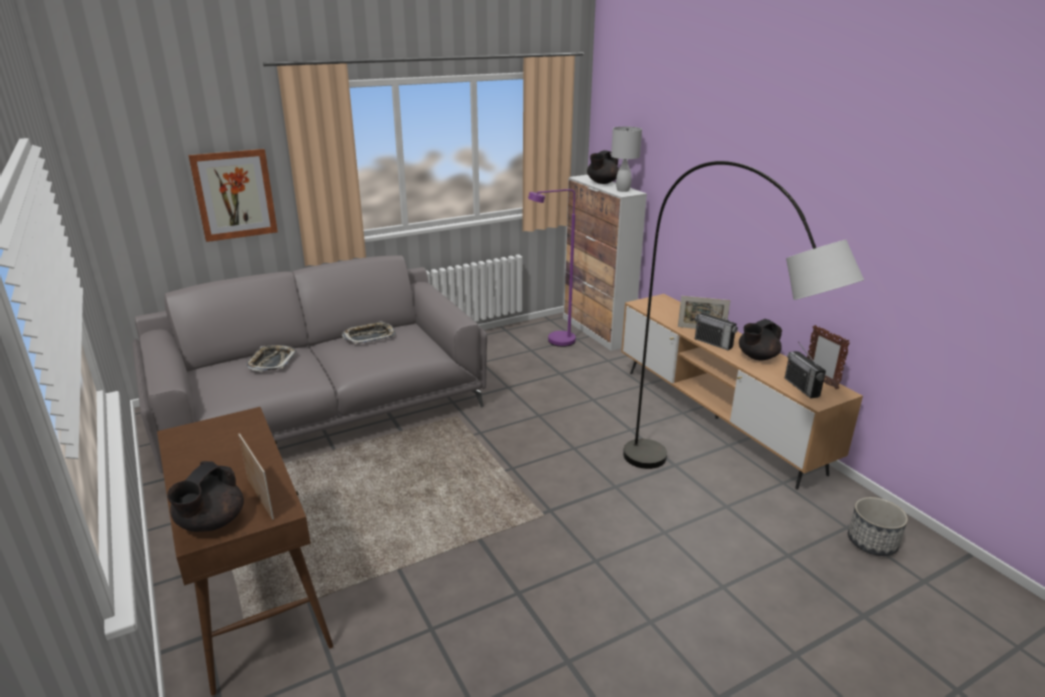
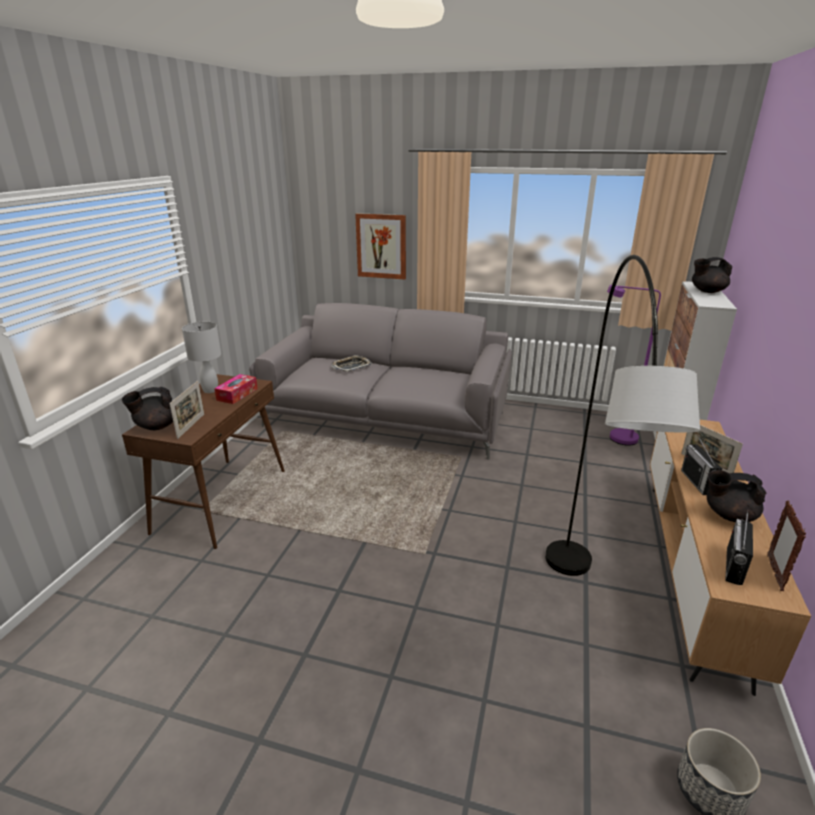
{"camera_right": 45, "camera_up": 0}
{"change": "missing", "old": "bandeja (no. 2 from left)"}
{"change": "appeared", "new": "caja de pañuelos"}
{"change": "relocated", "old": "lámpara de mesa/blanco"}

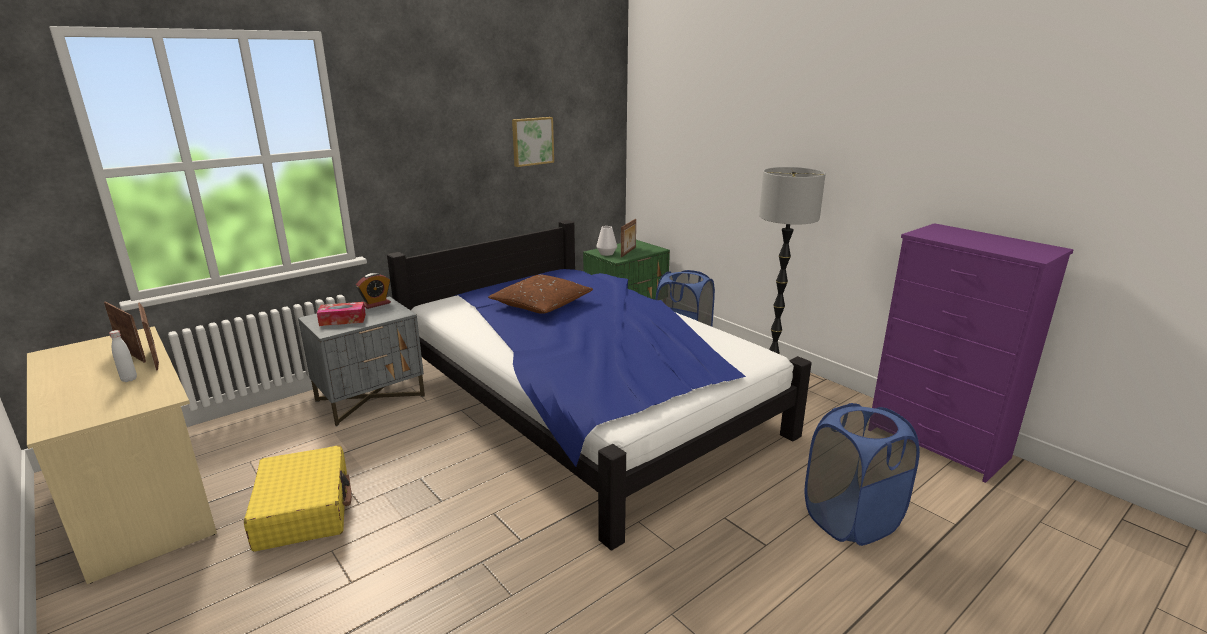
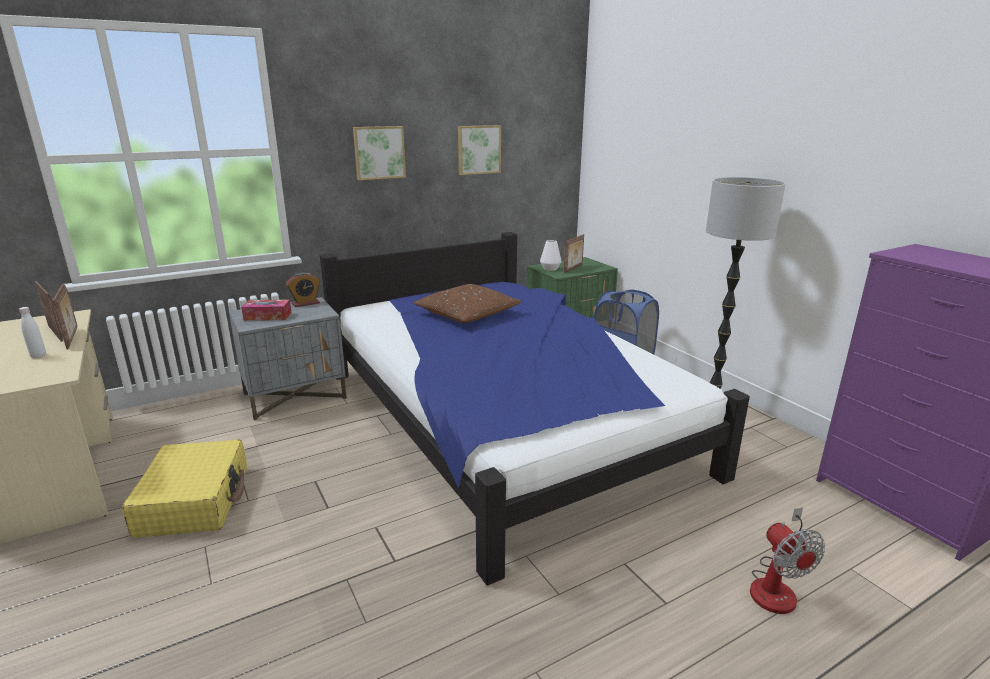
{"camera_right": 10, "camera_up": 0}
{"change": "appeared", "new": "cuadro (no. 1 from left)"}
{"change": "exchanged", "old": "cesto de la ropa/azul (no. 2 from left)", "new": "ventilador"}

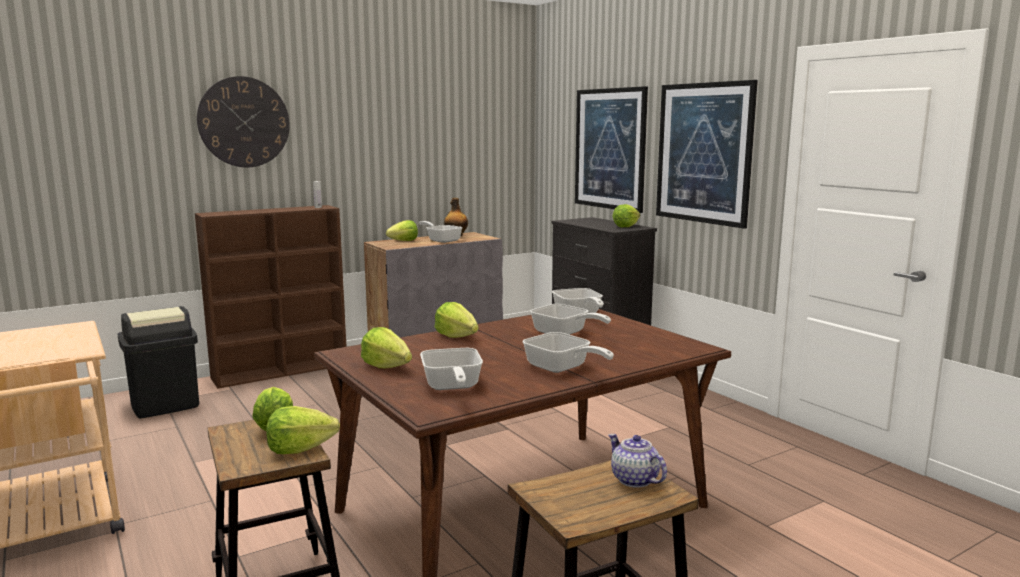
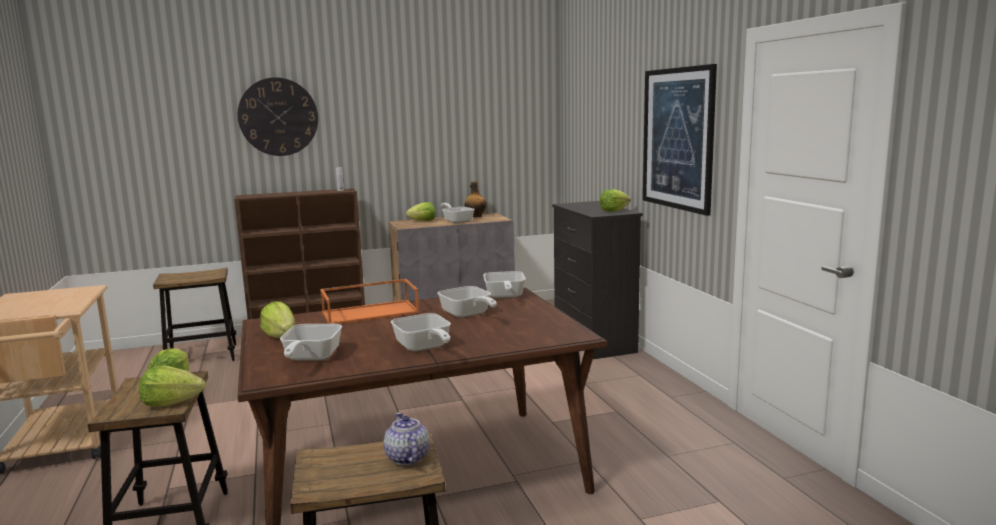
{"camera_right": 15, "camera_up": 0}
{"change": "missing", "old": "cuadro (no. 1 from left)"}
{"change": "exchanged", "old": "papelera/negro", "new": "taburete (no. 2 from left)"}
{"change": "exchanged", "old": "lechuga (no. 5 from left)", "new": "bandeja/naranja"}

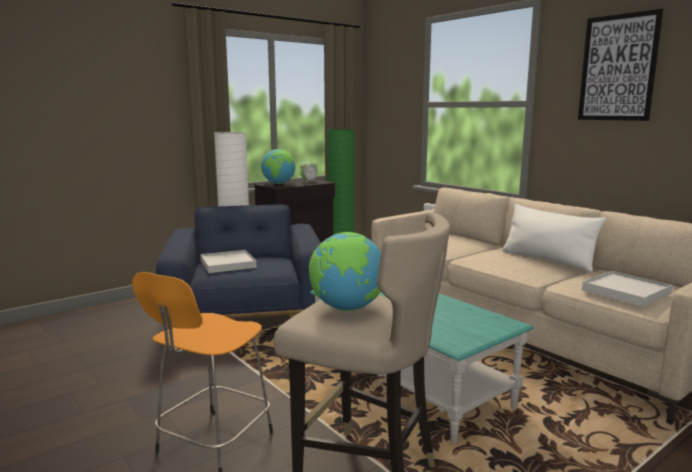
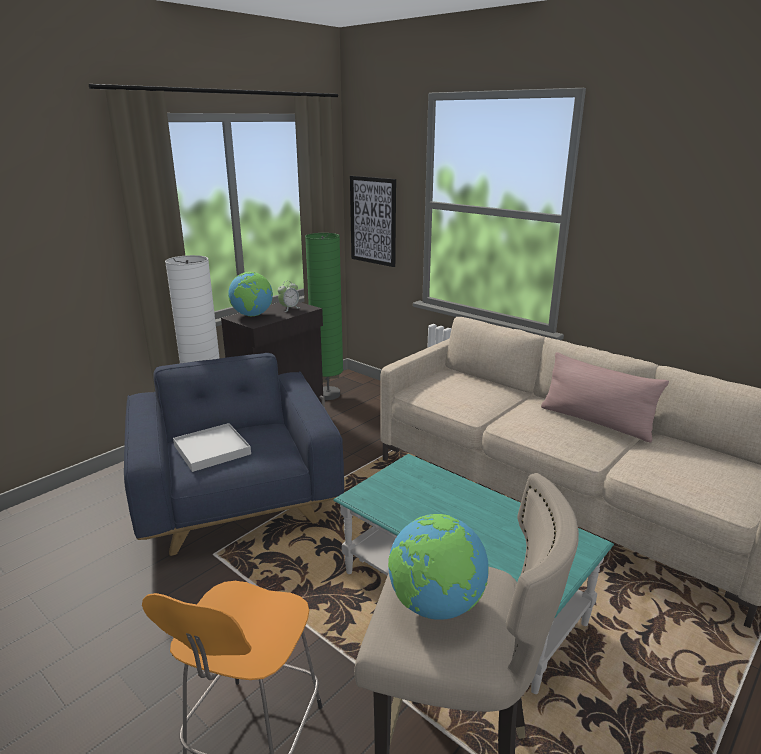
{"camera_right": -10, "camera_up": 10}
{"change": "missing", "old": "bandeja/blanco (no. 2 from left)"}
{"change": "relocated", "old": "cuadro"}
{"change": "colour", "old": "cojín/blanco", "new": "cojín/rosa"}

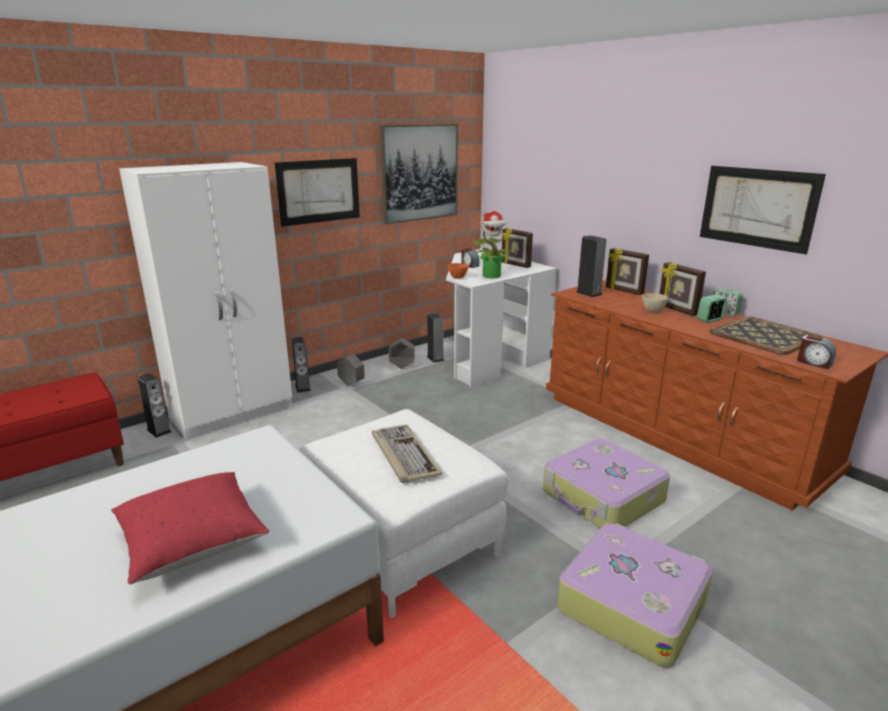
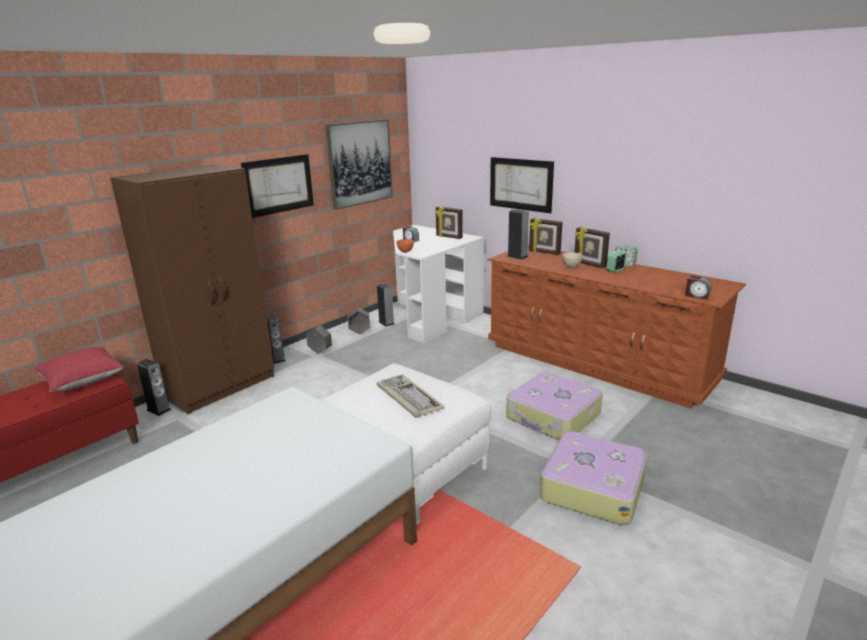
{"camera_right": -10, "camera_up": 0}
{"change": "missing", "old": "planta en maceta"}
{"change": "missing", "old": "bandeja"}
{"change": "relocated", "old": "cojín/rojo"}
{"change": "relocated", "old": "cuadro (no. 3 from left)"}
{"change": "colour", "old": "armario ropero/blanco", "new": "armario ropero/marrón"}

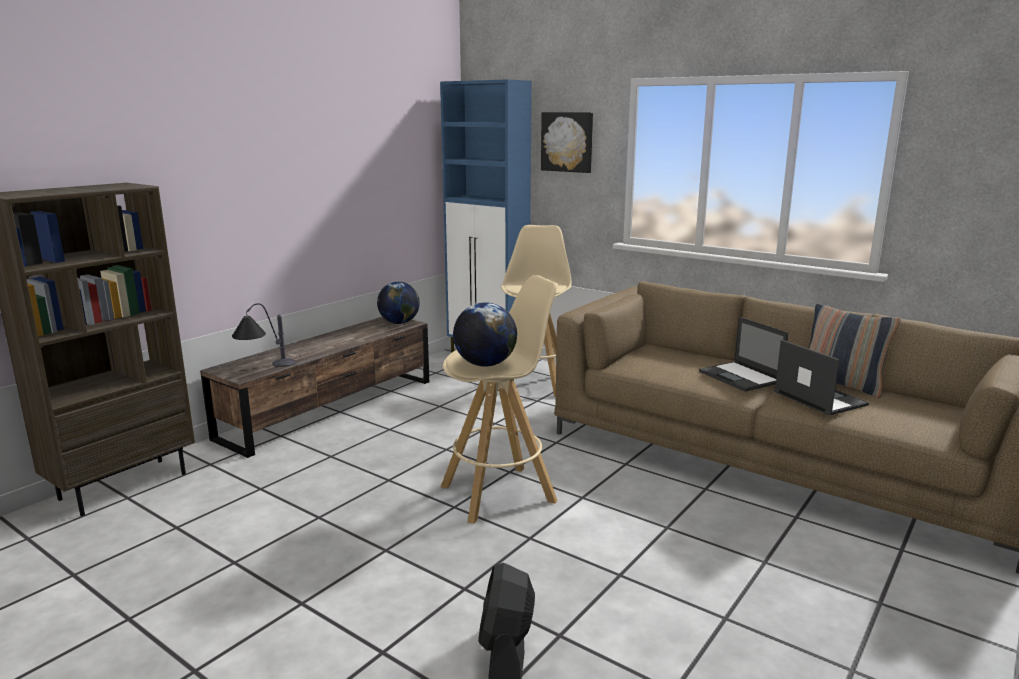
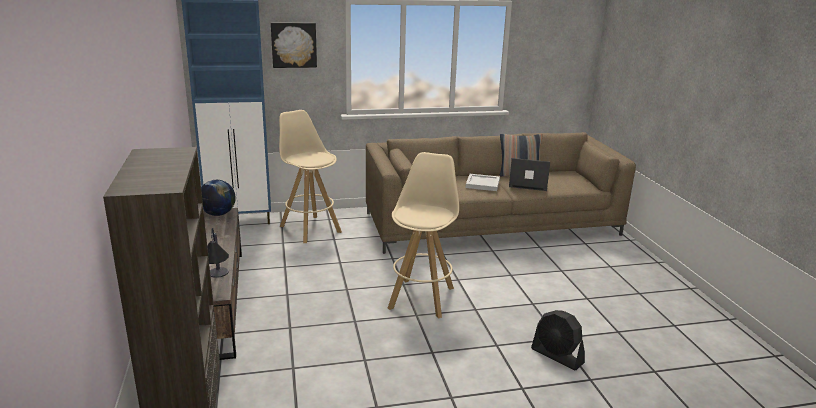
{"camera_right": -50, "camera_up": 5}
{"change": "missing", "old": "globo terráqueo (no. 2 from left)"}
{"change": "exchanged", "old": "portátil (no. 1 from left)", "new": "bandeja/blanco"}

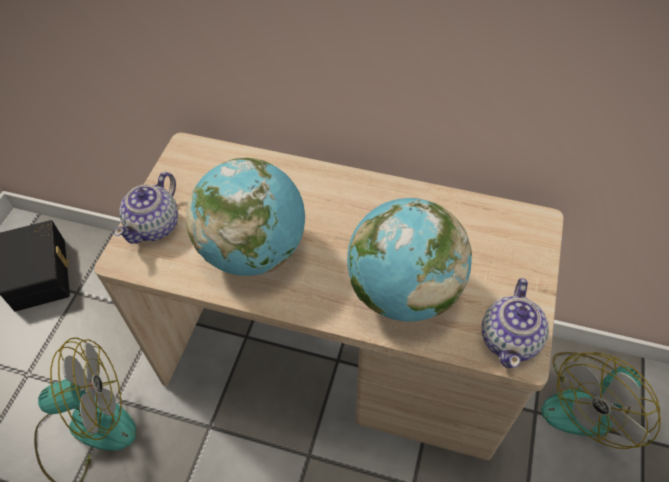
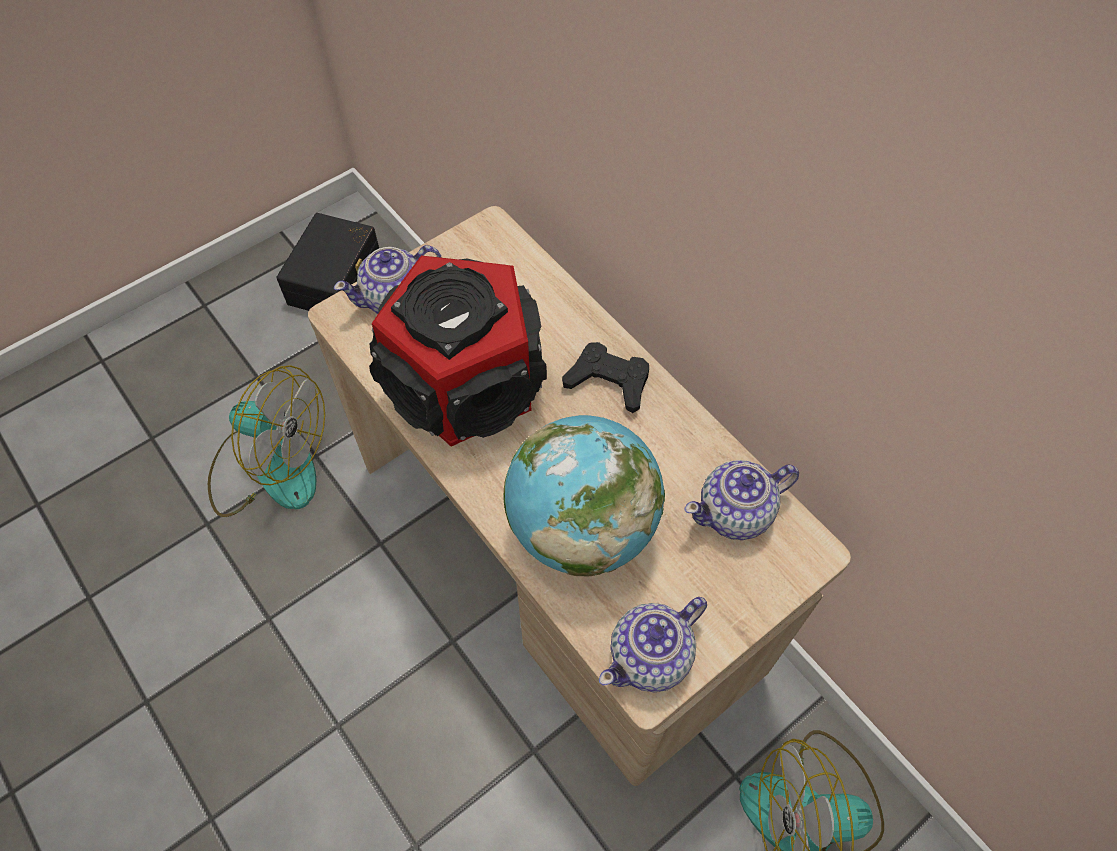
{"camera_right": 35, "camera_up": 5}
{"change": "appeared", "new": "mando de consola/negro"}
{"change": "appeared", "new": "tetera (no. 3 from left)"}
{"change": "exchanged", "old": "globo terráqueo (no. 1 from left)", "new": "altavoz"}

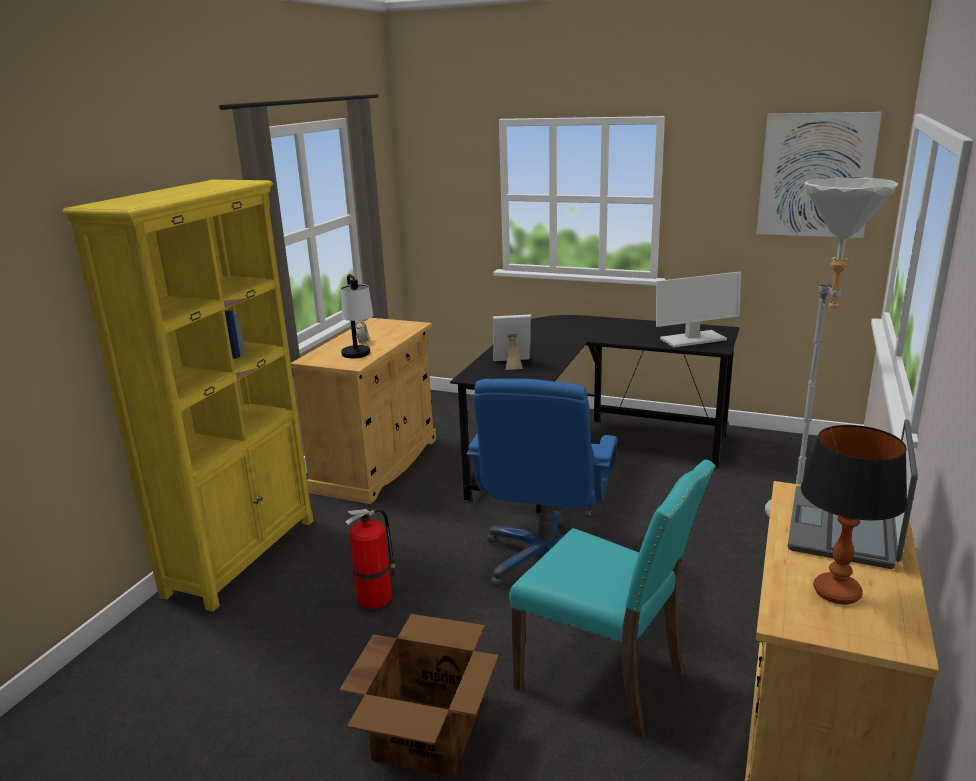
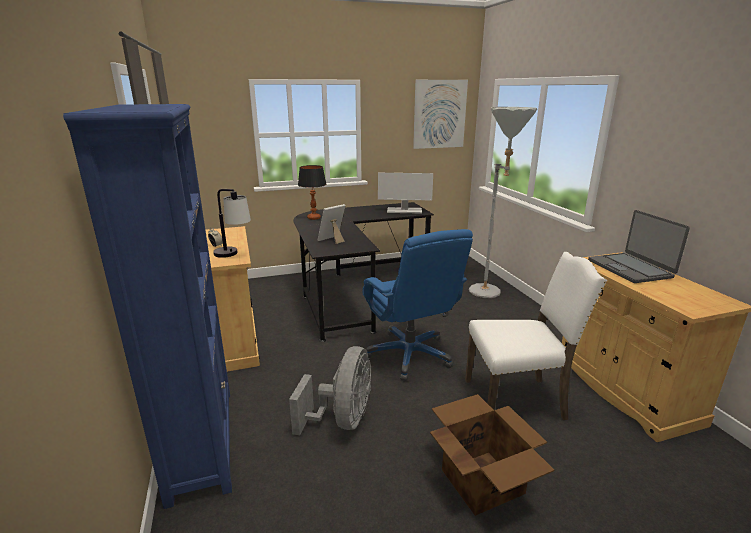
{"camera_right": -40, "camera_up": 0}
{"change": "relocated", "old": "lámpara de mesa (no. 2 from left)"}
{"change": "exchanged", "old": "extintor", "new": "ventilador/gris"}
{"change": "colour", "old": "estantería/amarillo", "new": "estantería/azul"}
{"change": "colour", "old": "silla/turquesa", "new": "silla/blanco"}
{"change": "spun", "old": "monitor", "degrees": 60}

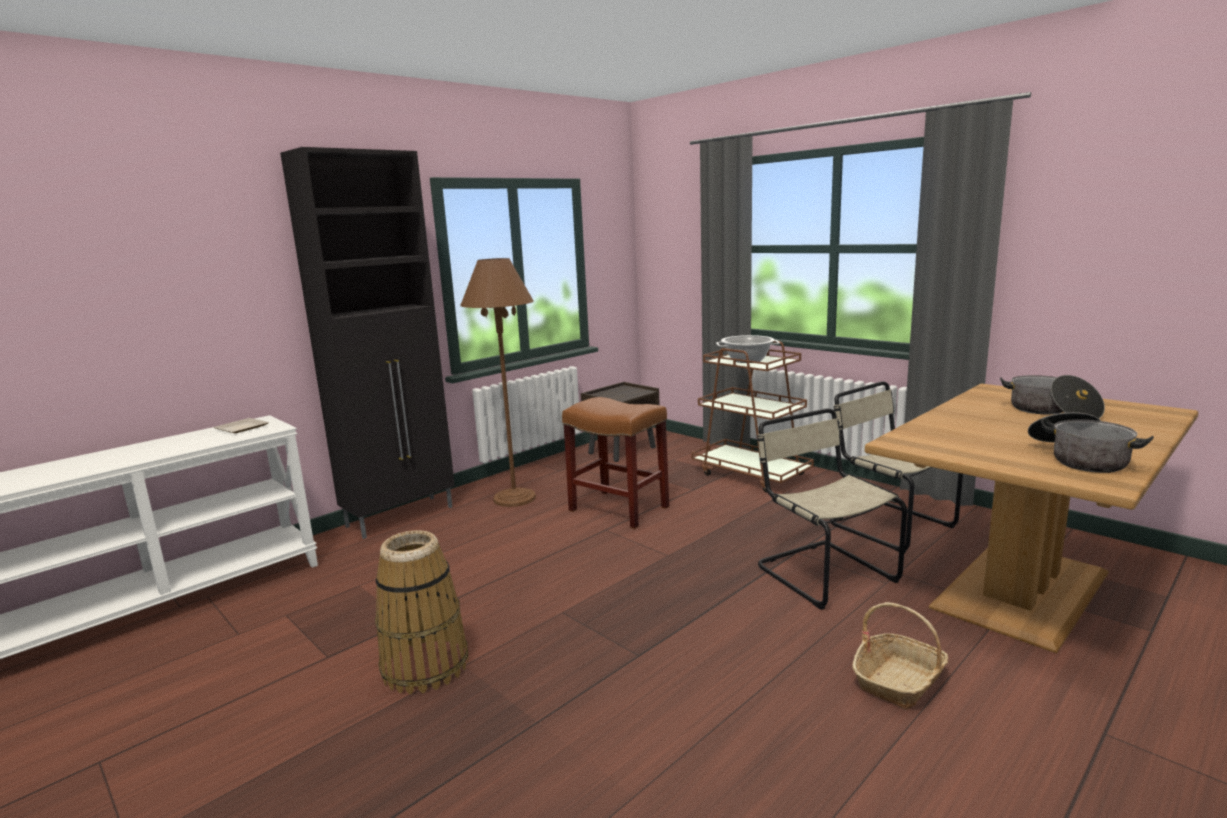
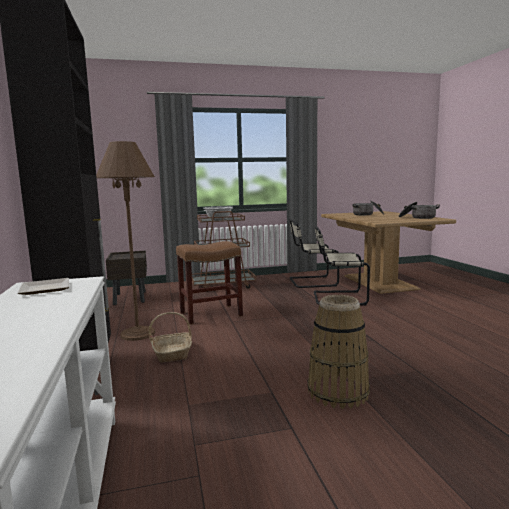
{"camera_right": -60, "camera_up": -5}
{"change": "relocated", "old": "cesta (no. 2 from left in the first image)", "new": "cesta (no. 1 from left)"}

